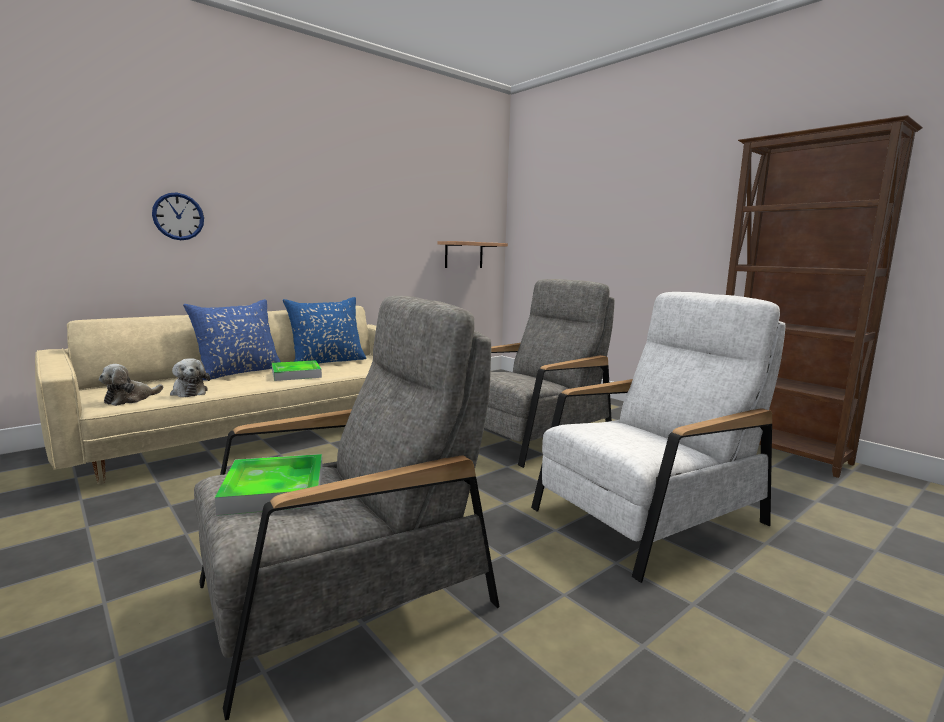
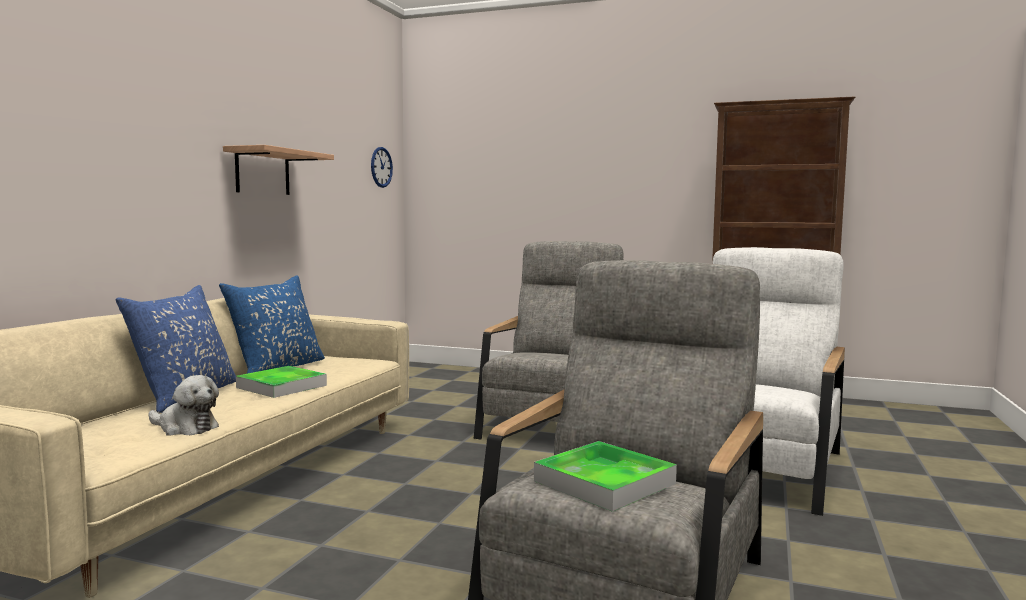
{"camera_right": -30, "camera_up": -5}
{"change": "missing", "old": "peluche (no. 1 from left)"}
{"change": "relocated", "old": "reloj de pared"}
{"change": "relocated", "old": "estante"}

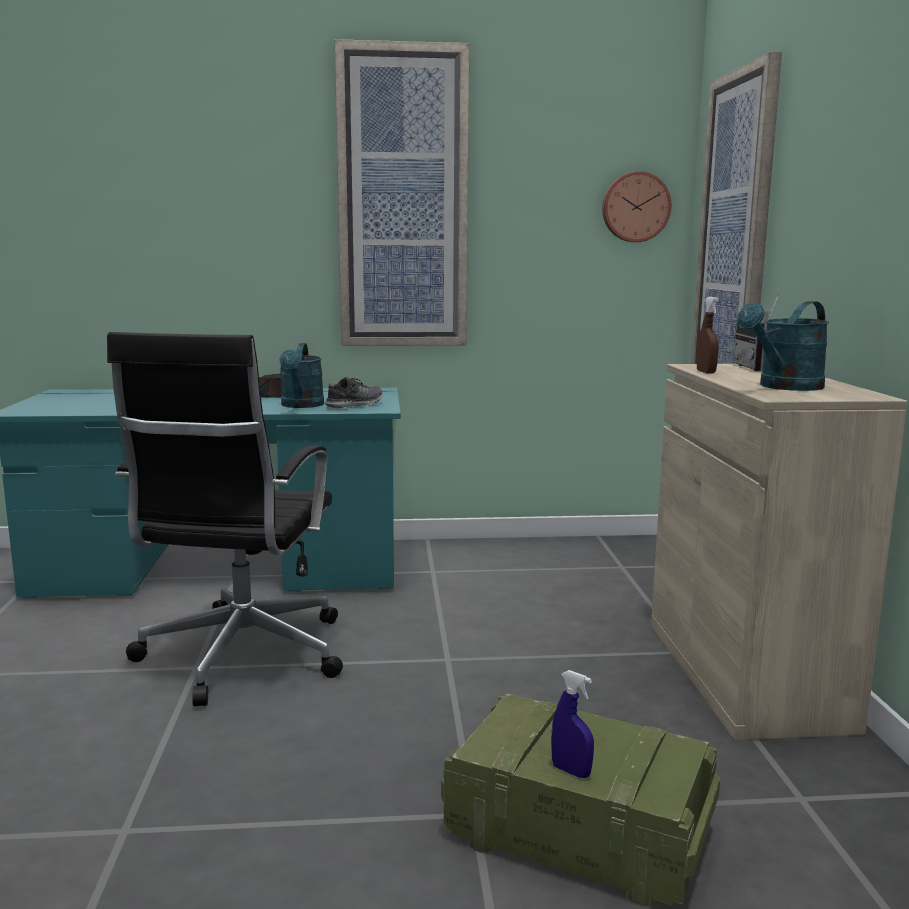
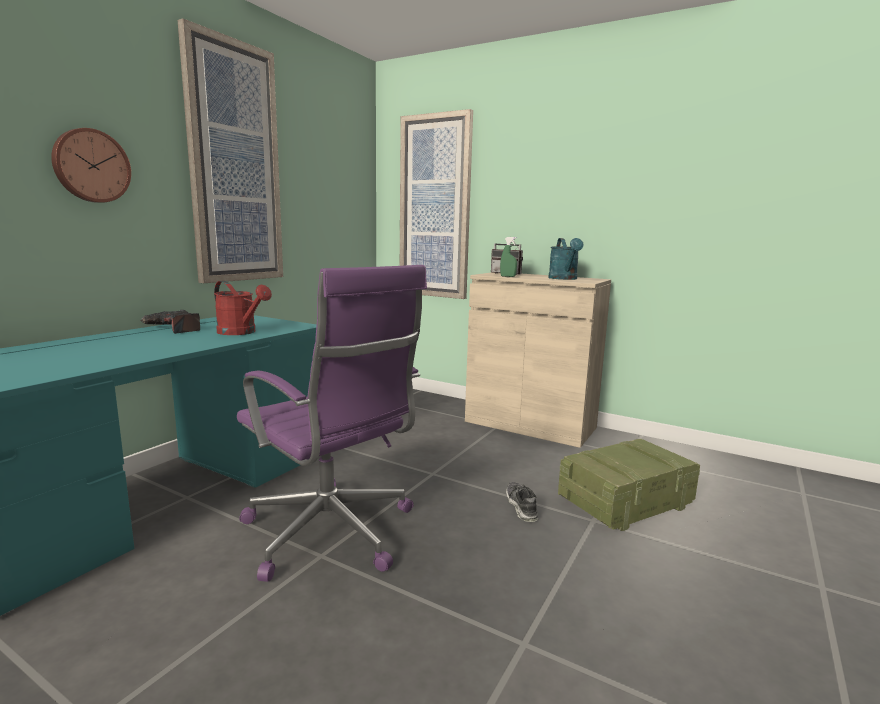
{"camera_right": -55, "camera_up": 0}
{"change": "missing", "old": "pulverizador/azul"}
{"change": "relocated", "old": "zapato"}
{"change": "relocated", "old": "reloj de pared"}
{"change": "colour", "old": "silla de oficina/negro", "new": "silla de oficina/morado"}
{"change": "colour", "old": "regadera/turquesa (no. 1 from left)", "new": "regadera/rojo"}
{"change": "colour", "old": "pulverizador/marrón", "new": "pulverizador/verde"}

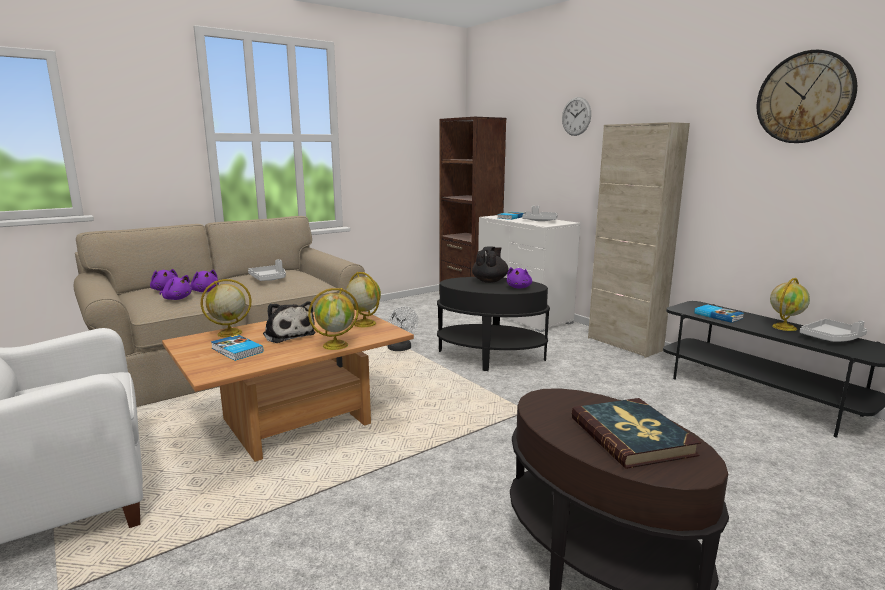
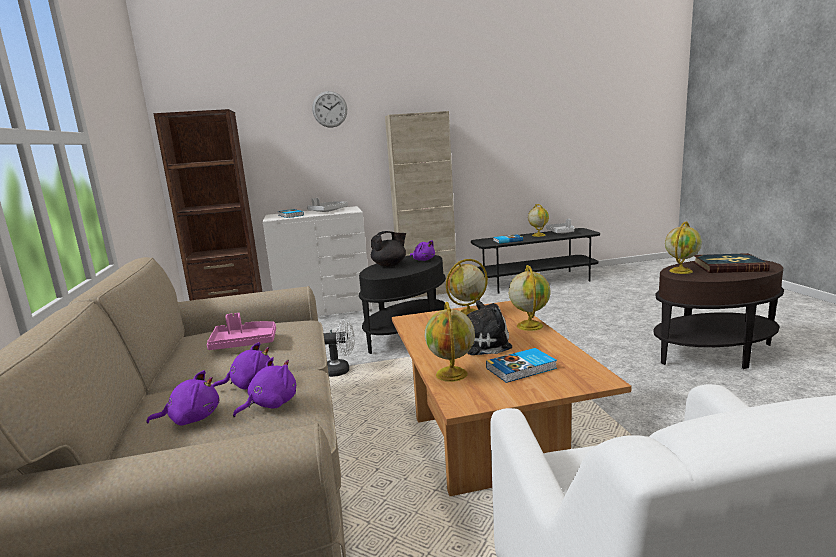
{"camera_right": -65, "camera_up": 0}
{"change": "missing", "old": "reloj de pared (no. 2 from left)"}
{"change": "appeared", "new": "globo terráqueo (no. 5 from left)"}
{"change": "colour", "old": "bandeja/gris (no. 1 from left)", "new": "bandeja/rosa"}
{"change": "spun", "old": "tetera/negro", "degrees": 105}

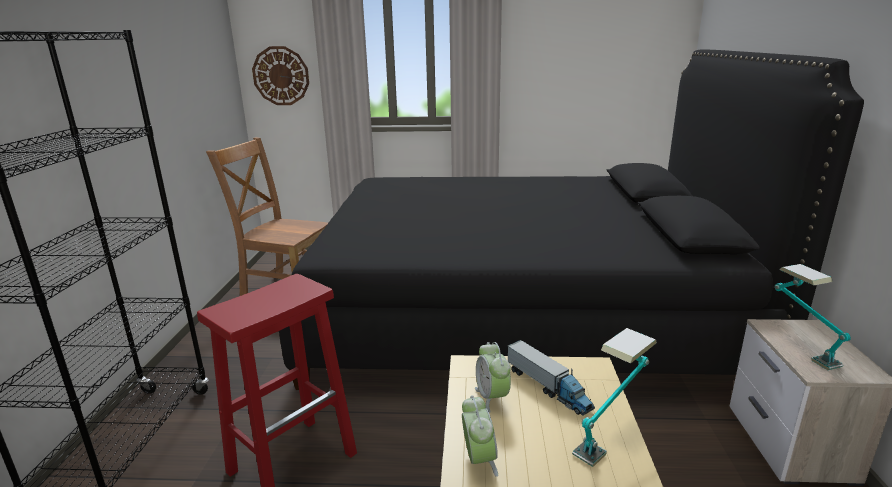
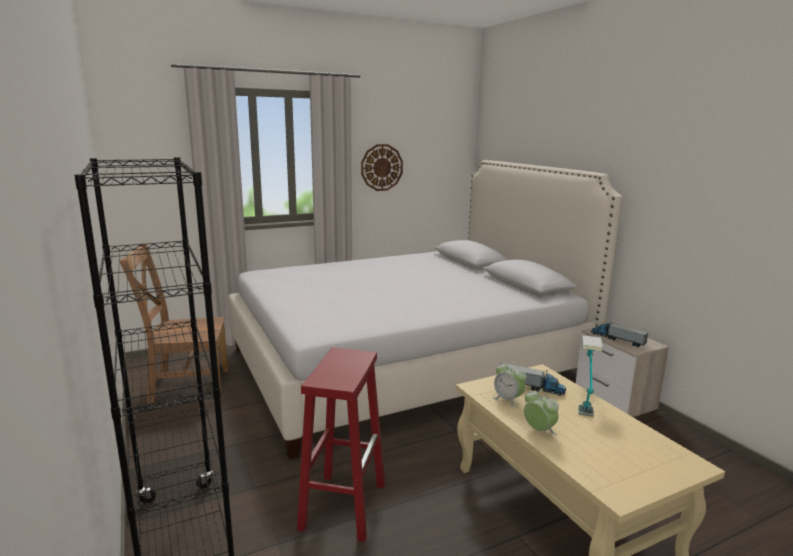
{"camera_right": -30, "camera_up": -5}
{"change": "relocated", "old": "reloj de pared"}
{"change": "exchanged", "old": "lámpara de mesa (no. 2 from left)", "new": "camión de juguete (no. 2 from left)"}
{"change": "colour", "old": "cama/negro", "new": "cama/blanco"}

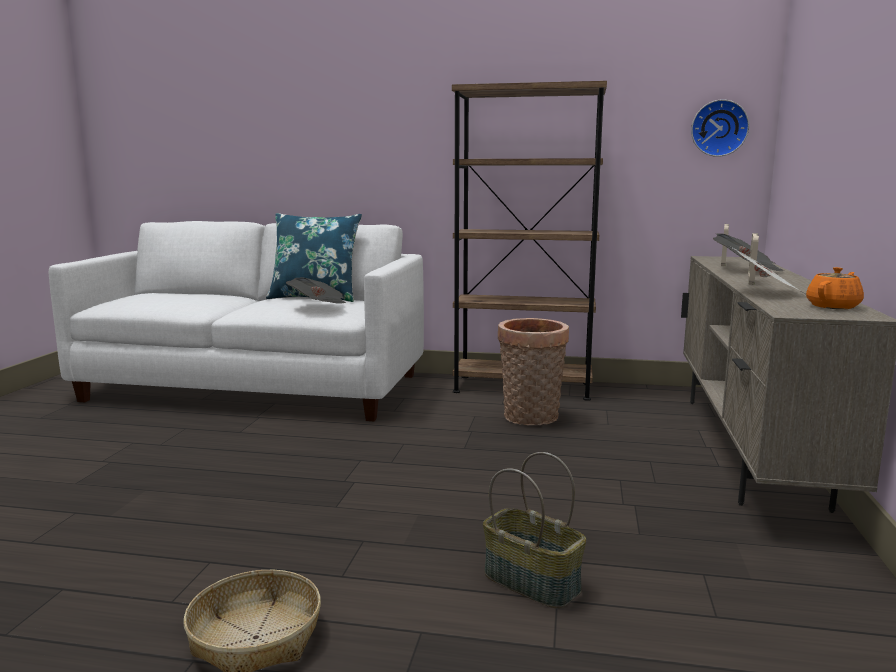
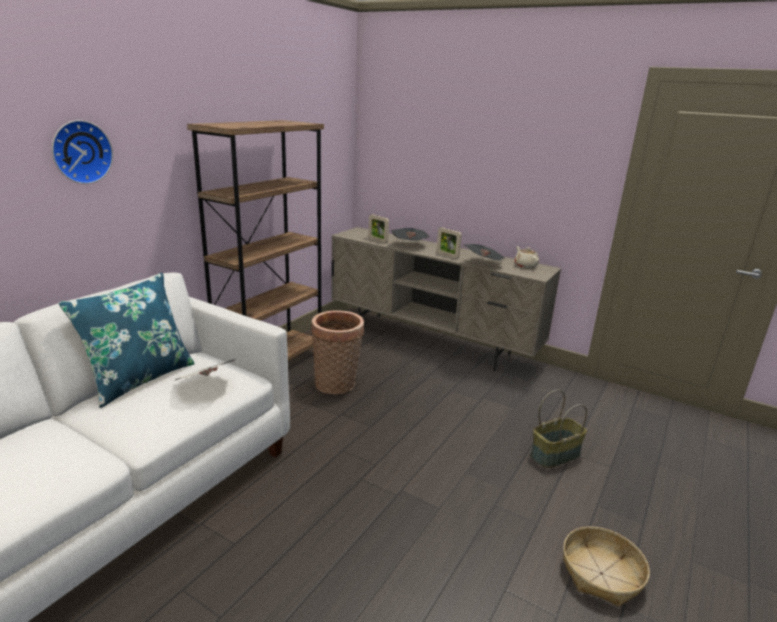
{"camera_right": -70, "camera_up": 10}
{"change": "relocated", "old": "reloj de pared"}
{"change": "colour", "old": "tetera/naranja", "new": "tetera/beis"}

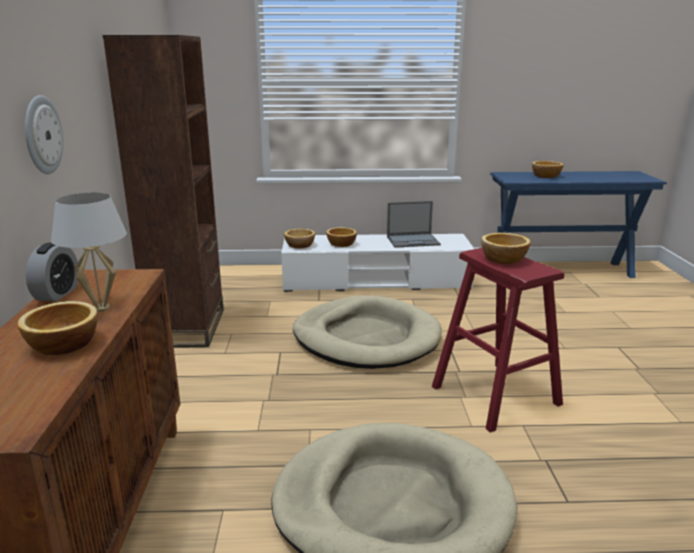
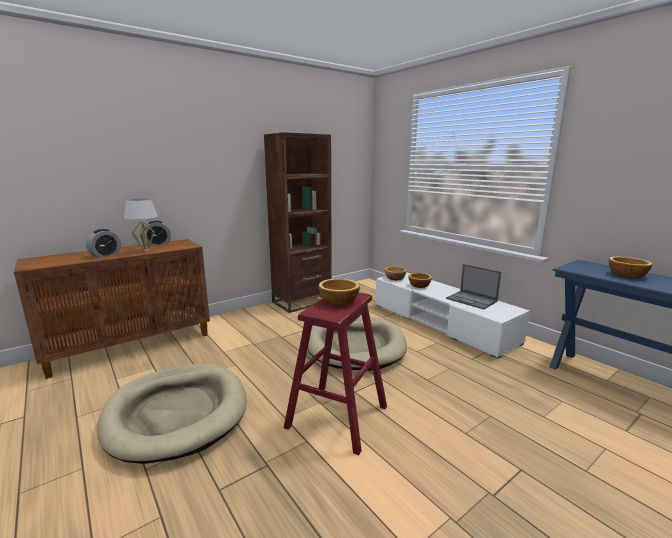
{"camera_right": 55, "camera_up": -5}
{"change": "missing", "old": "reloj de pared"}
{"change": "exchanged", "old": "cuenco (no. 1 from left)", "new": "despertador (no. 1 from left)"}

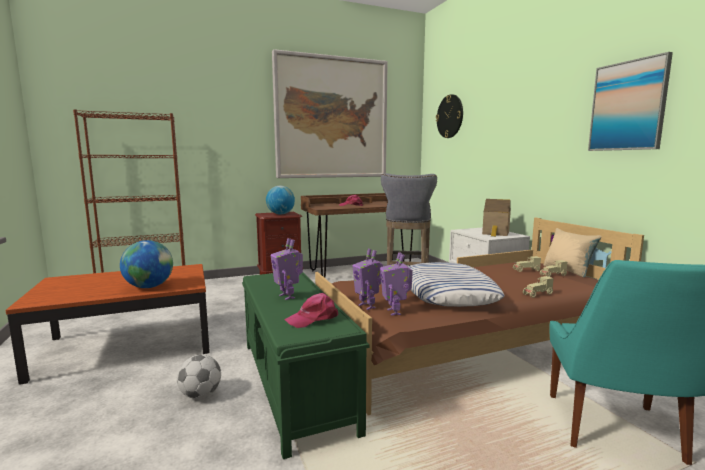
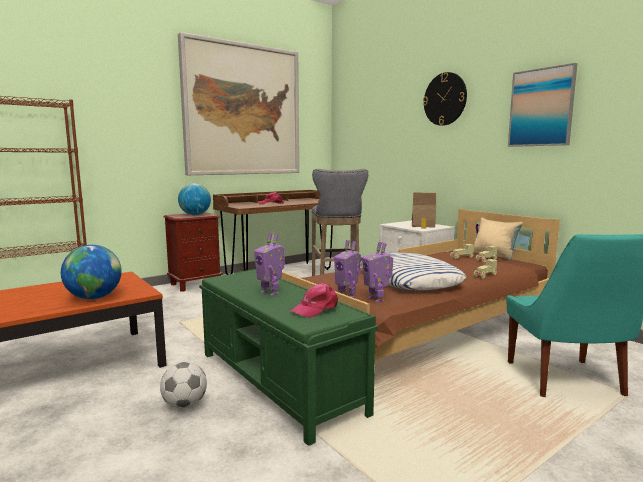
{"camera_right": -15, "camera_up": 0}
{"change": "relocated", "old": "reloj de pared"}

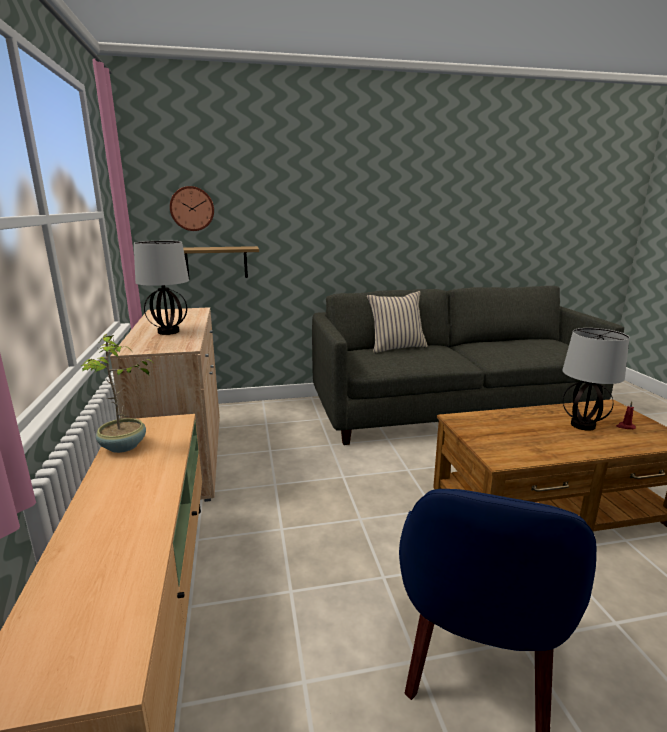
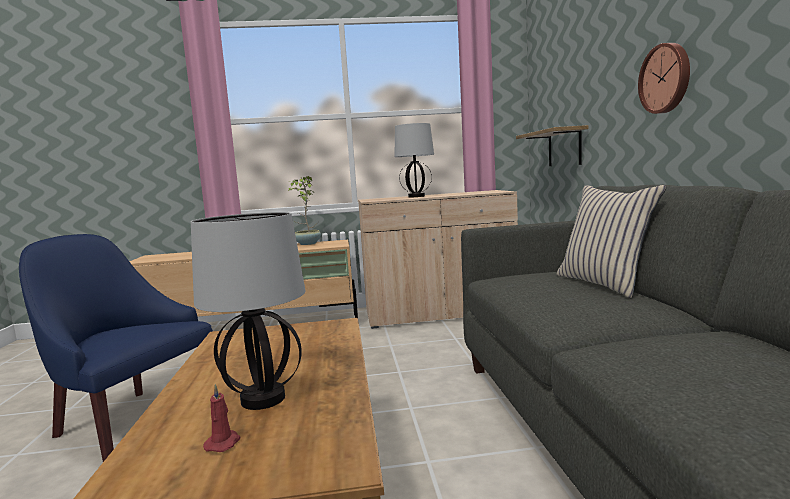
{"camera_right": 95, "camera_up": -10}
{"change": "relocated", "old": "reloj de pared"}

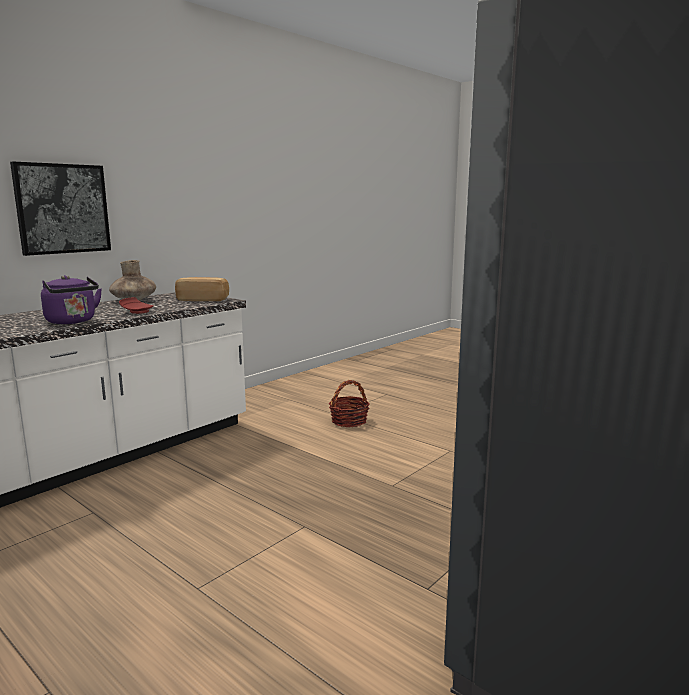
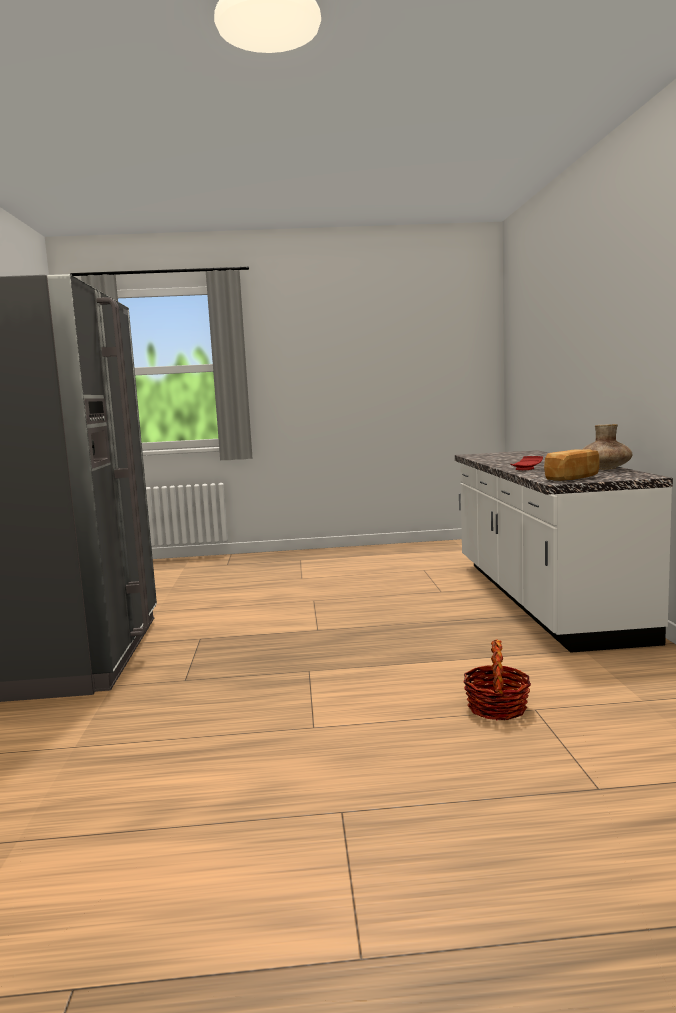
{"camera_right": 135, "camera_up": -5}
{"change": "missing", "old": "cuadro"}
{"change": "missing", "old": "hervidor/morado"}

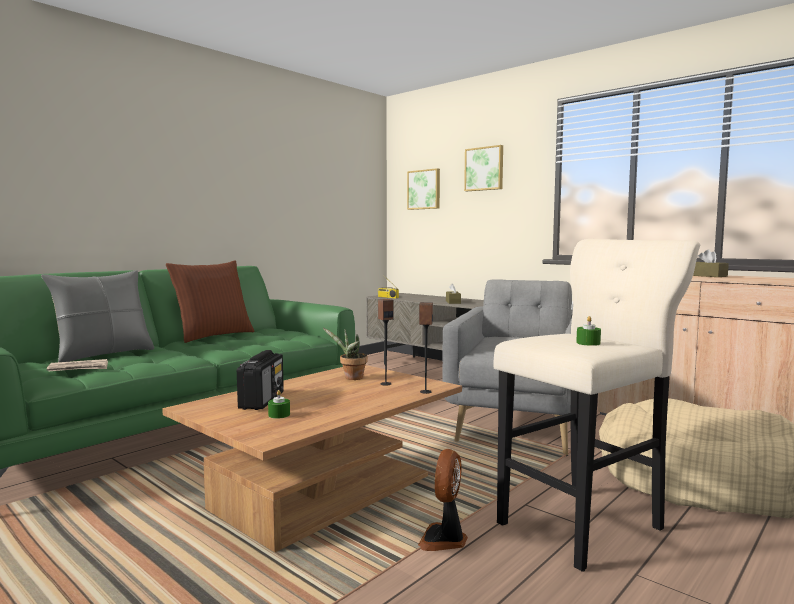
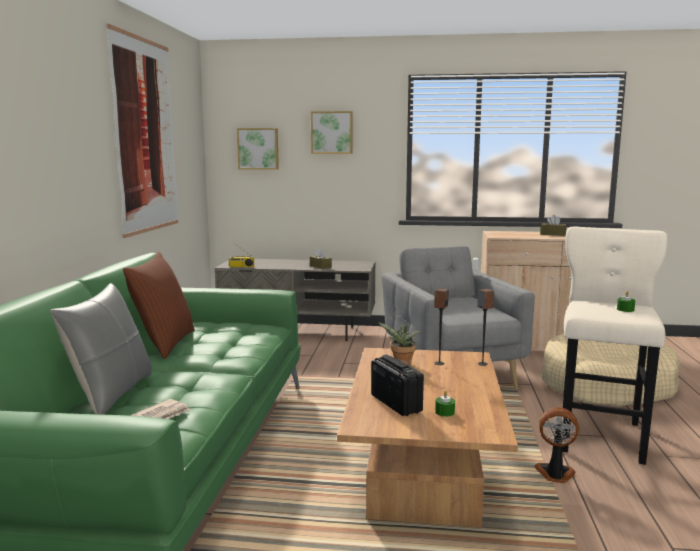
{"camera_right": -35, "camera_up": 5}
{"change": "appeared", "new": "cuadro (no. 1 from left)"}
{"change": "spun", "old": "ventilador", "degrees": 120}

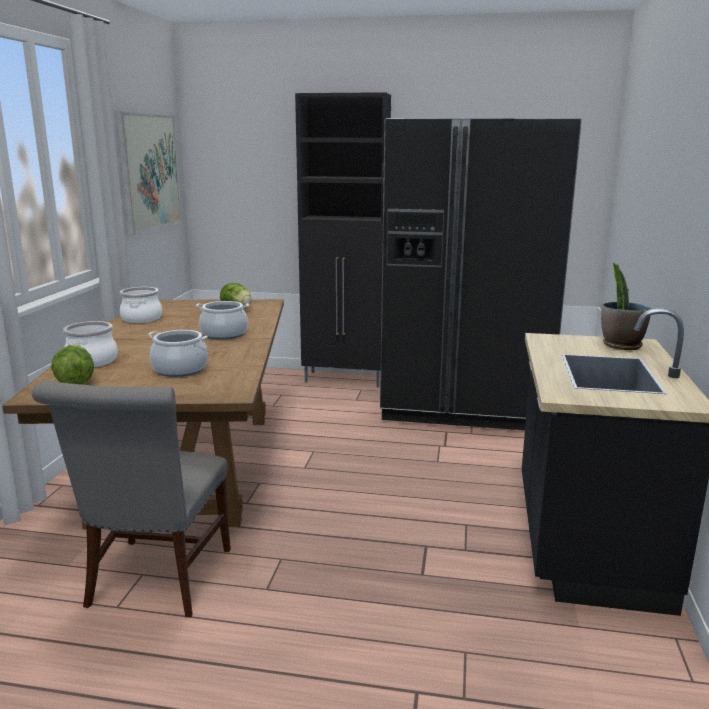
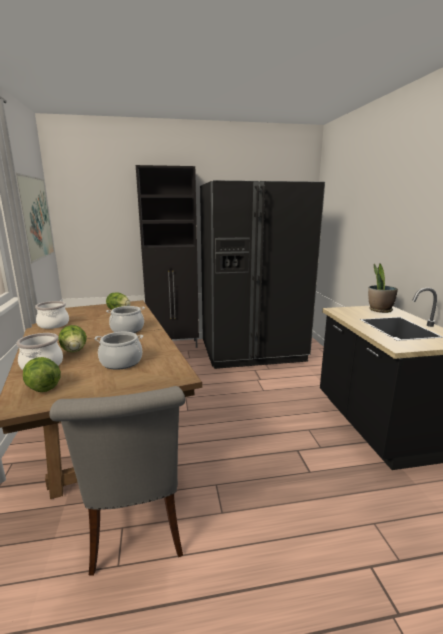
{"camera_right": -20, "camera_up": 0}
{"change": "appeared", "new": "lechuga (no. 2 from left)"}

